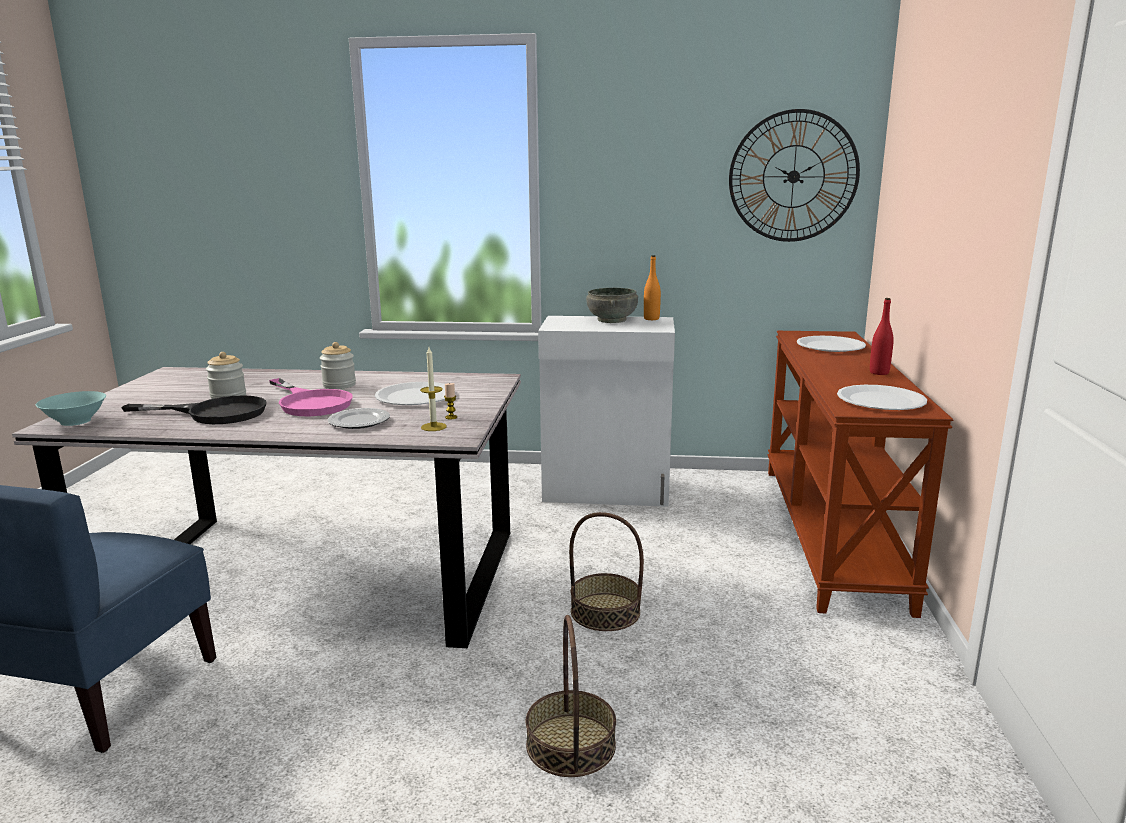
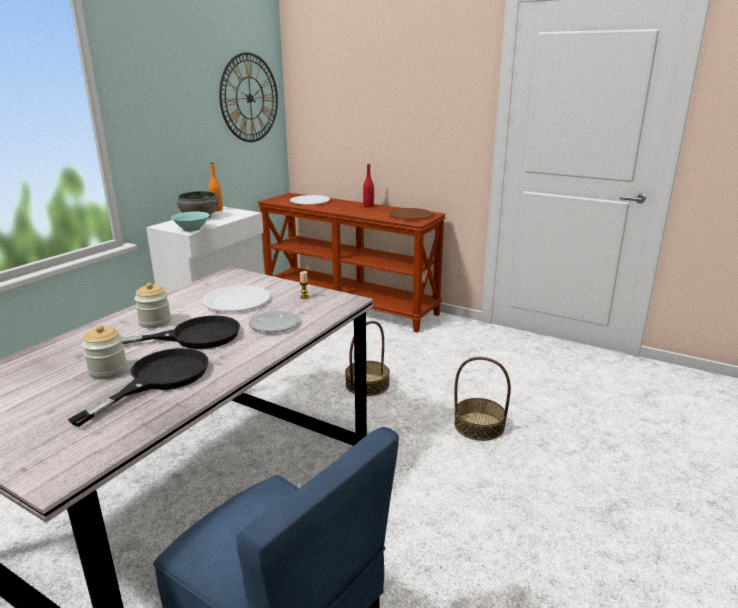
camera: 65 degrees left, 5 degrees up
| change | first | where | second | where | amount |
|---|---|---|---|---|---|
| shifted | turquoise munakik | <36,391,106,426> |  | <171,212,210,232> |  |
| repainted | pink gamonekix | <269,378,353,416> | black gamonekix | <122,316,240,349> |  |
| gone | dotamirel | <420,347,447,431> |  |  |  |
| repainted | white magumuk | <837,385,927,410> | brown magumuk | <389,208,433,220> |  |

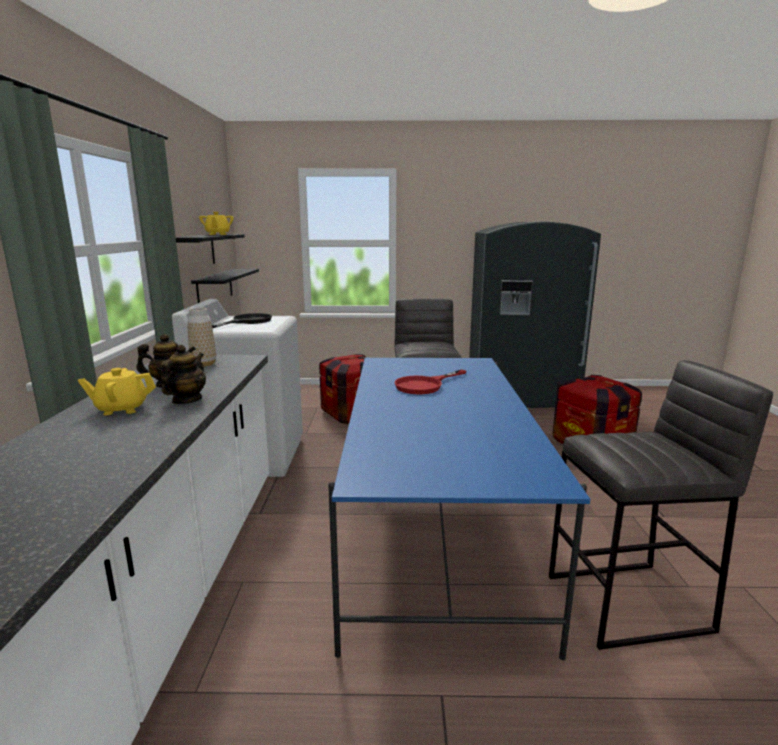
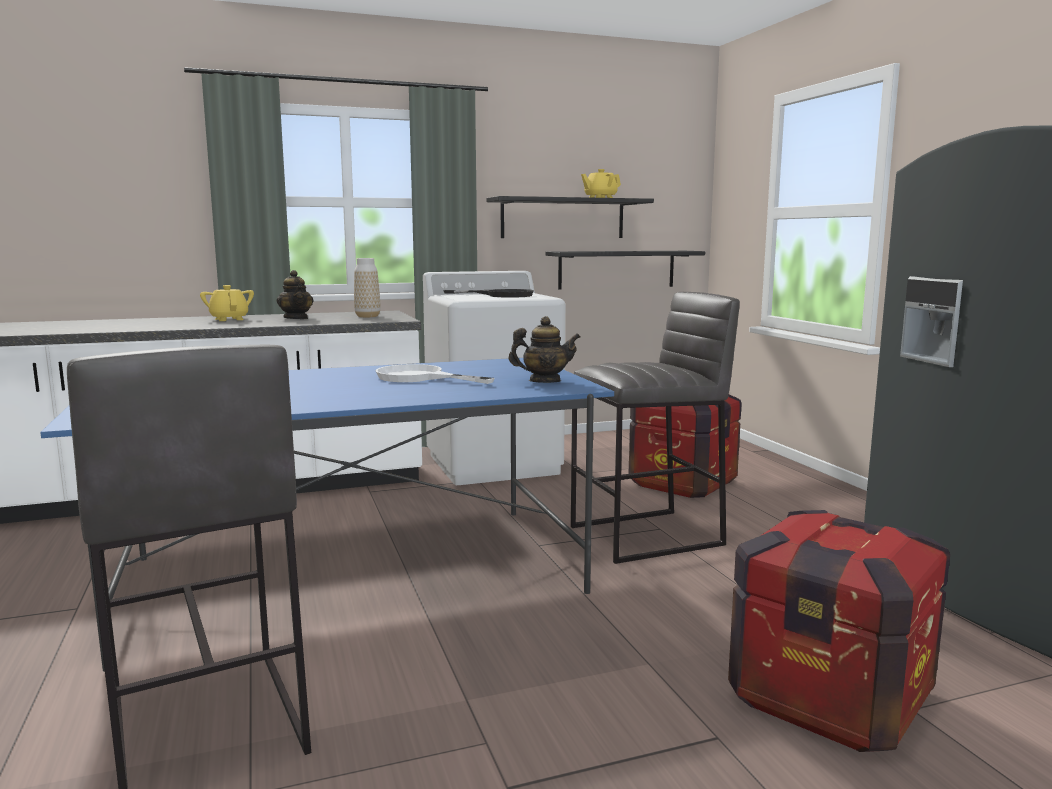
camera: 70 degrees right, 5 degrees down
| change | first | where | second | where | amount |
|---|---|---|---|---|---|
| shifted | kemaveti | <160,345,206,404> |  | <508,316,580,383> |  |
| repainted | red gamonekix | <395,370,467,394> | white gamonekix | <375,364,495,384> |  |

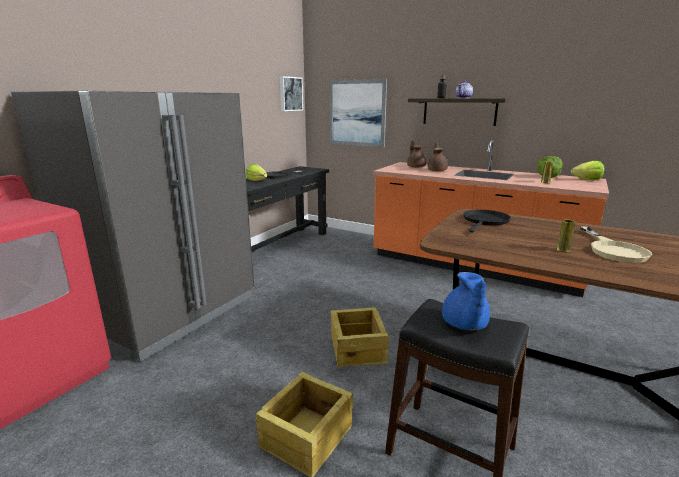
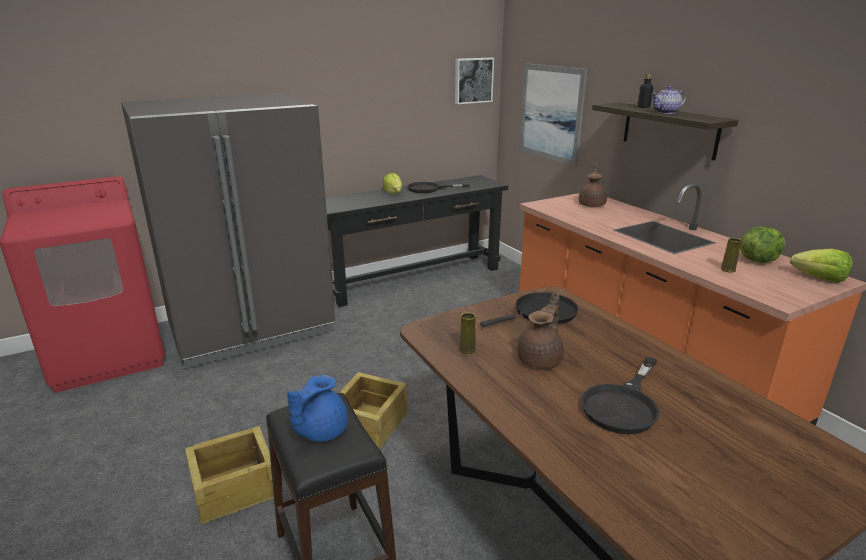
camera: 30 degrees right, 5 degrees up
| change | first | where | second | where | amount |
|---|---|---|---|---|---|
| shifted | brown kemaveti | <428,142,448,171> |  | <517,291,564,368> |  |
| shifted | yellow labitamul | <556,219,575,253> |  | <459,313,476,354> |  |
| repainted | beige gamonekix | <581,227,652,263> | black gamonekix | <581,356,659,435> |  |

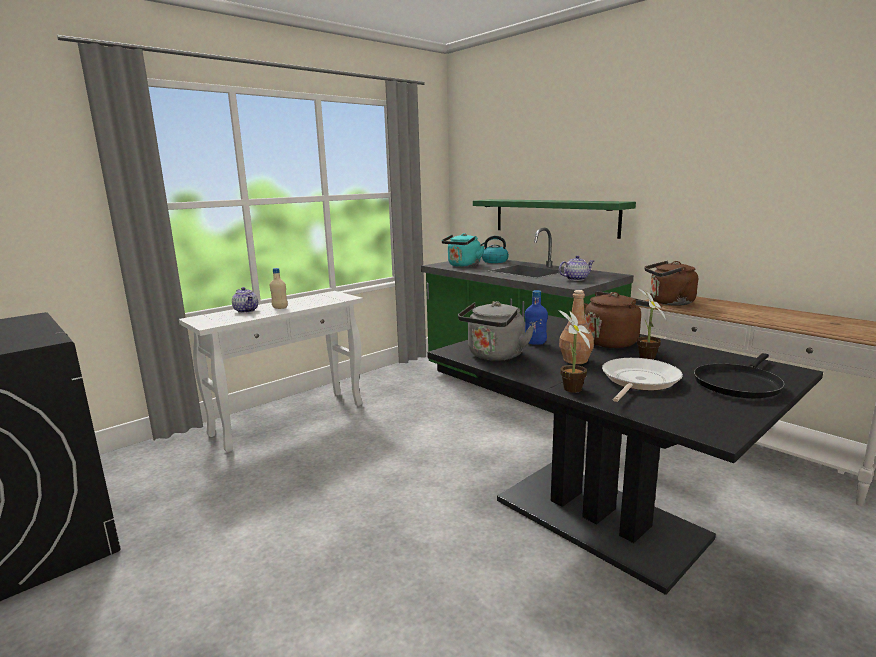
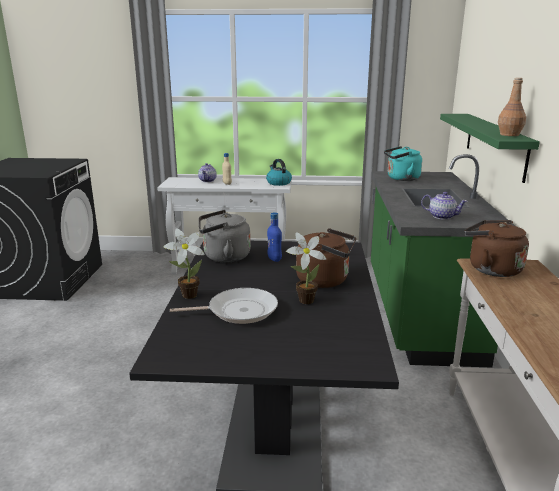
camera: 45 degrees right, 5 degrees up
| change | first | where | second | where | amount |
|---|---|---|---|---|---|
| shifted | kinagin | <480,236,509,263> |  | <266,159,292,186> |  |
| shifted | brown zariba | <559,290,594,364> |  | <498,78,526,136> |  |
| gone | black gamonekix | <694,353,785,398> |  |  |  |

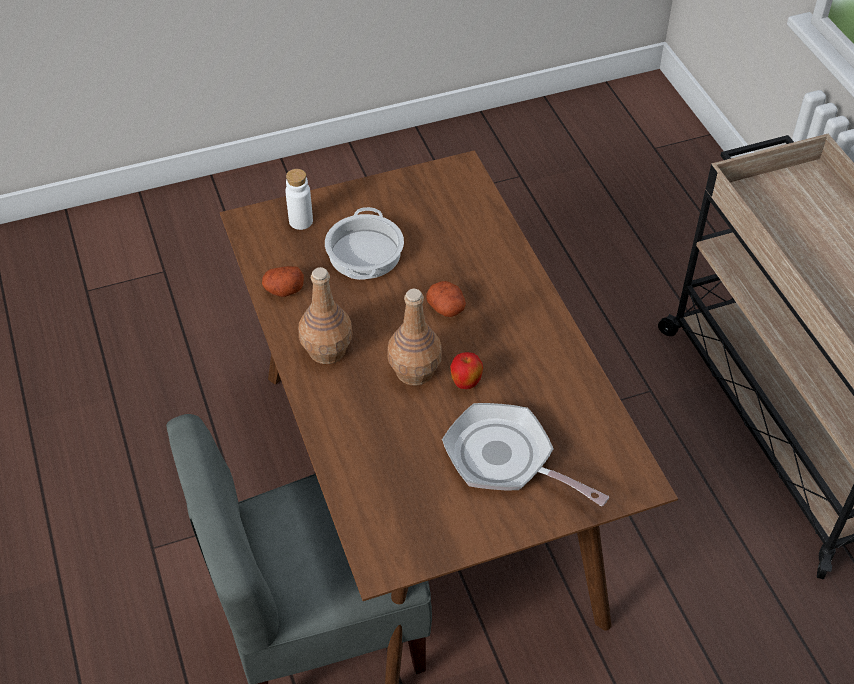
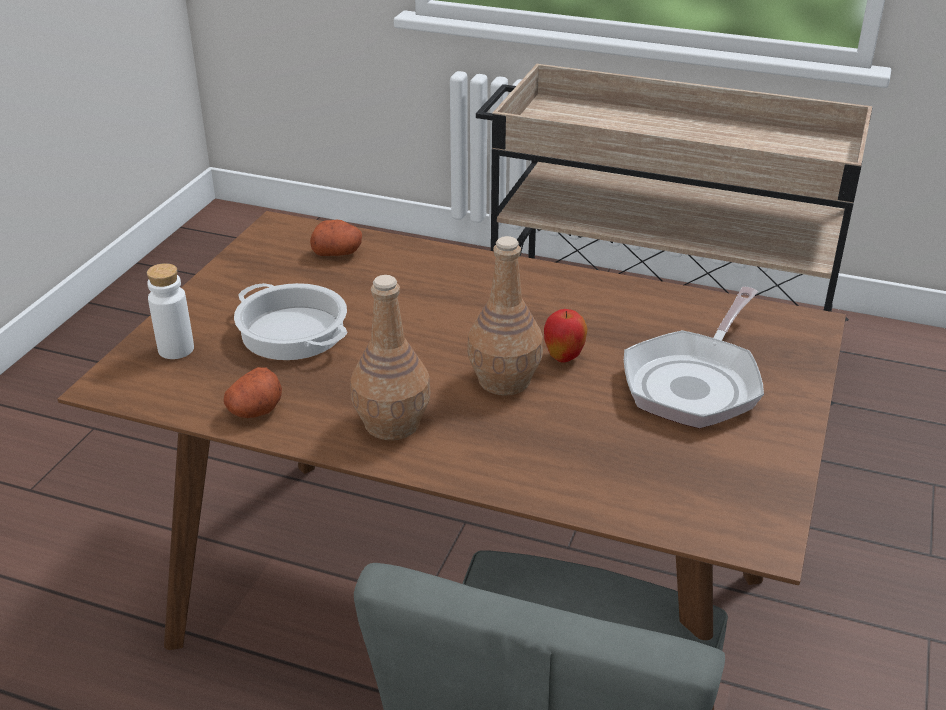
camera: 50 degrees left, 15 degrees down
| change | first | where | second | where | amount |
|---|---|---|---|---|---|
| shifted | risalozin | <426,281,466,317> |  | <310,220,362,256> |  |
| rotated | gamonekix | <442,403,609,507> |  | <624,287,764,428> | 45 degrees counterclockwise |

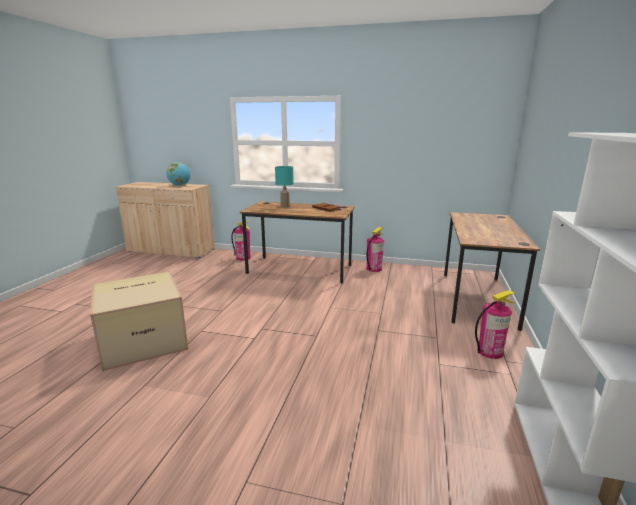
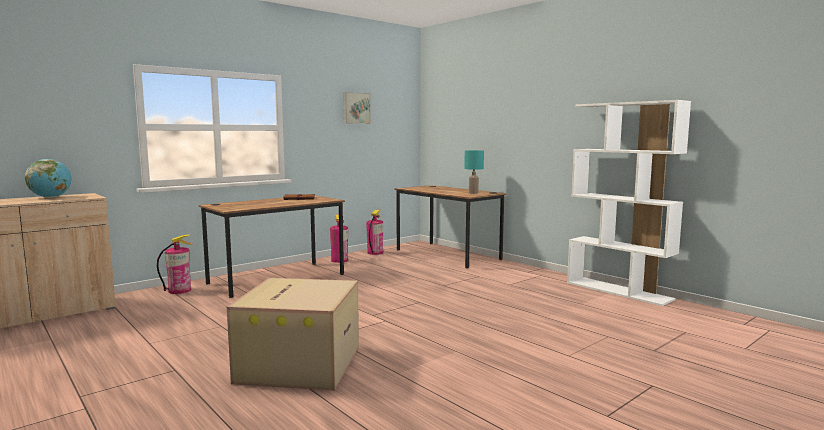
camera: 55 degrees left, 10 degrees down
| change | first | where | second | where | amount |
|---|---|---|---|---|---|
| shifted | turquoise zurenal | <275,166,294,208> |  | <464,150,484,194> |  |
| shifted | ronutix | <475,290,515,359> |  | <366,210,384,255> |  |
| new |  |  | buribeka | <343,92,371,124> |  |

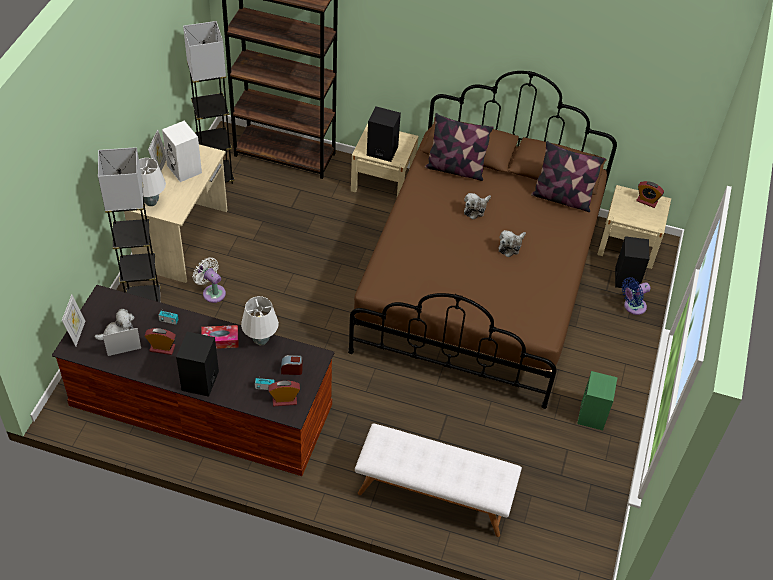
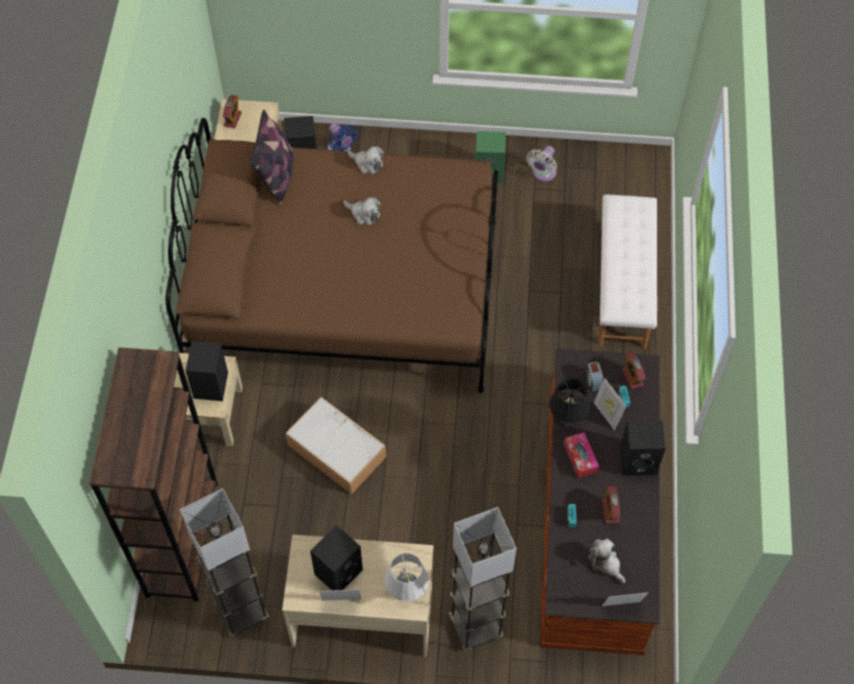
camera: 100 degrees left, 10 degrees up
| change | first | where | second | where | amount |
|---|---|---|---|---|---|
| shifted | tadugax | <103,328,141,356> |  | <594,378,626,430> |  |
| repainted | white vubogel | <162,121,202,182> | black vubogel | <310,525,363,590> |  |
| shifted | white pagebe | <193,257,226,303> |  | <527,146,557,182> |  |
| repainted | white zurenal | <241,296,279,346> | black zurenal | <549,378,590,425> |  |
| gone | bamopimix | <425,113,494,181> |  |  |  |
| shifted | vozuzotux | <464,193,491,219> |  | <347,146,384,174> |  |
| new |  |  | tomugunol | <285,397,386,495> |  |

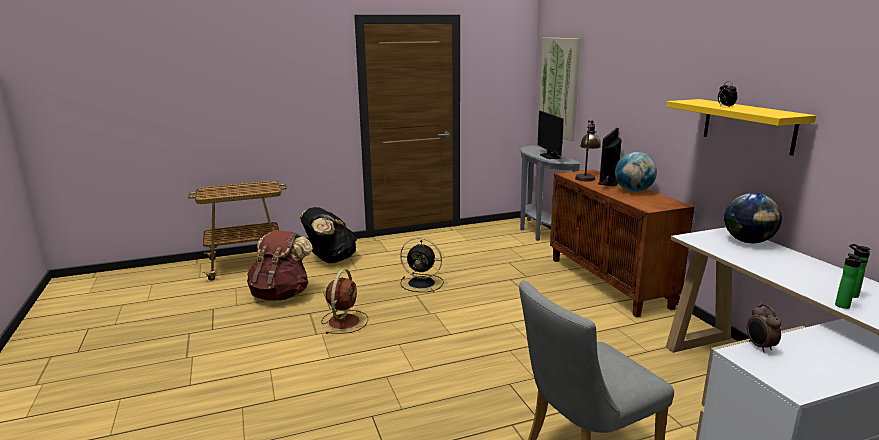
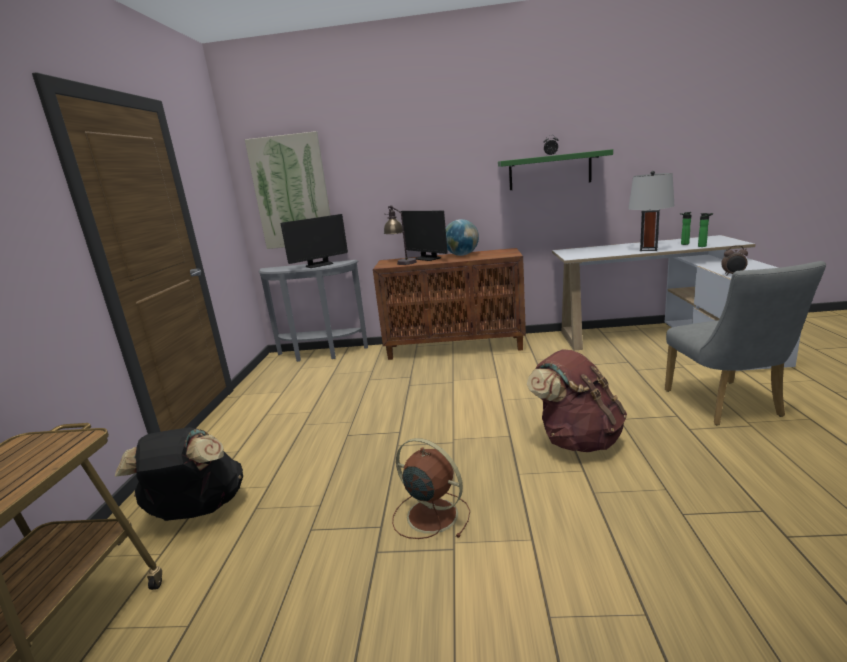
camera: 65 degrees left, 0 degrees up
| change | first | where | second | where | amount |
|---|---|---|---|---|---|
| shifted | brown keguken | <247,230,313,301> |  | <527,349,627,452> |  |
| gone | black pagebe | <400,238,444,292> |  |  |  |
| rotated | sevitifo | <538,111,564,159> |  | <281,214,348,268> | 45 degrees counterclockwise |
| repainted | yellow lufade | <667,99,816,156> | green lufade | <498,149,613,190> |  |
| gone | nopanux | <724,193,782,243> |  |  |  |
| new |  |  | grey zurenal | <628,171,674,251> |  |

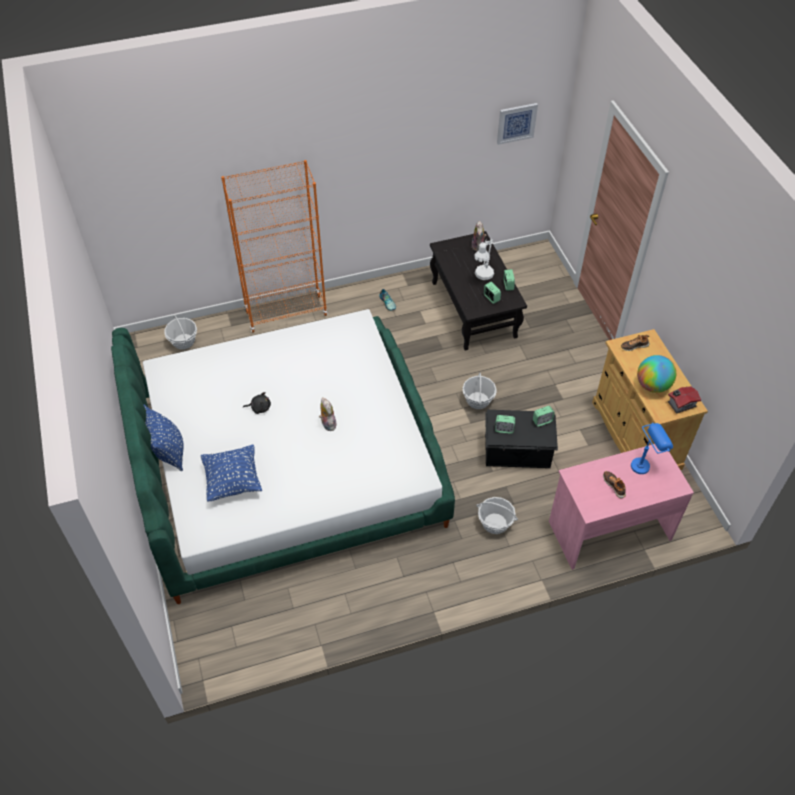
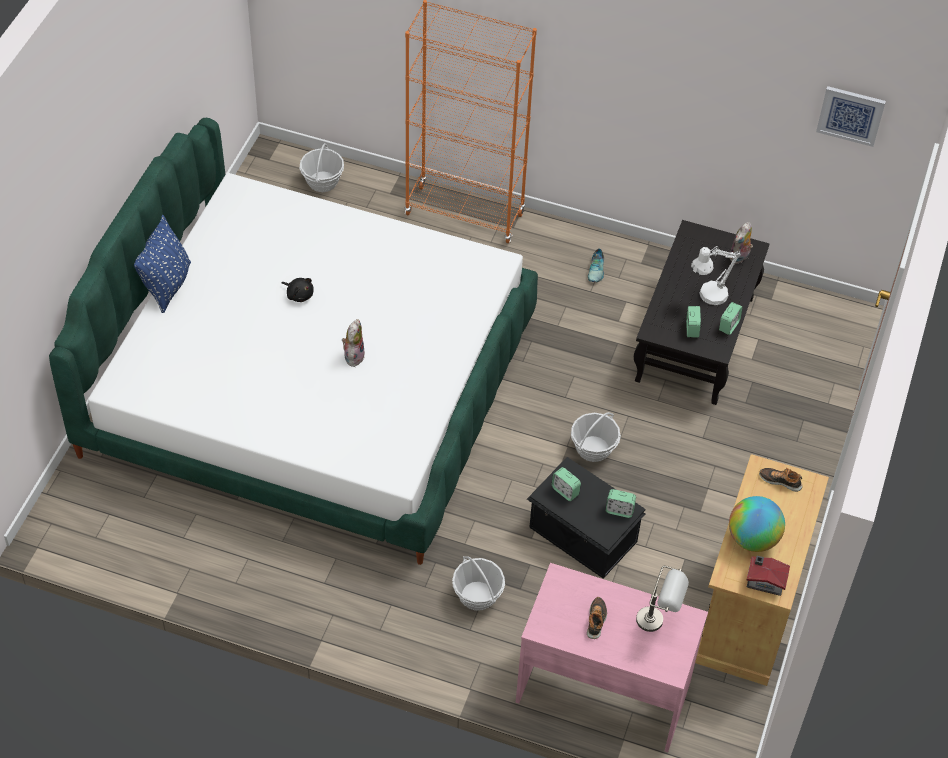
camera: 35 degrees right, 0 degrees up
| change | first | where | second | where | amount |
|---|---|---|---|---|---|
| gone | blue bamopimix | <201,445,262,501> |  |  |  |
| repainted | blue zurenal | <631,423,673,474> | grey zurenal | <636,566,689,632> |  |

